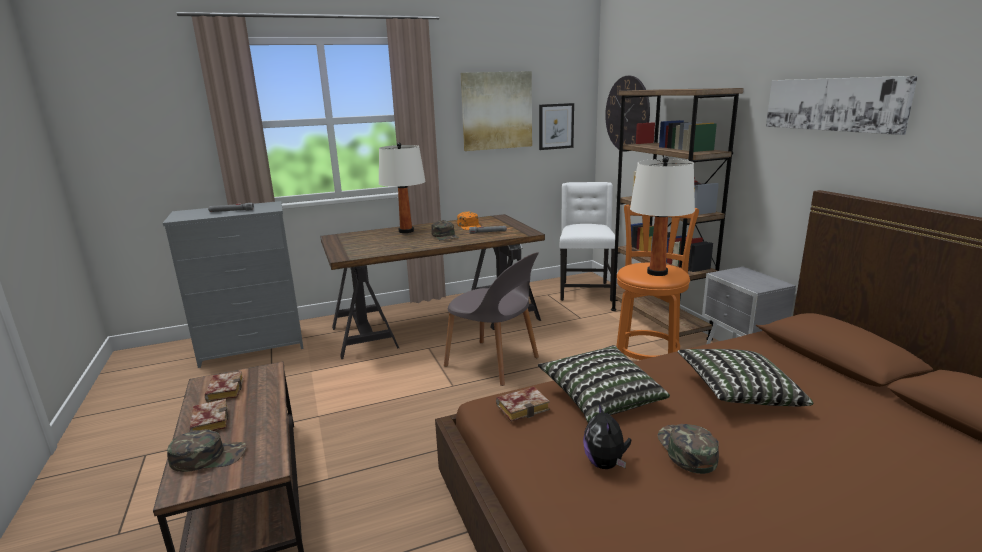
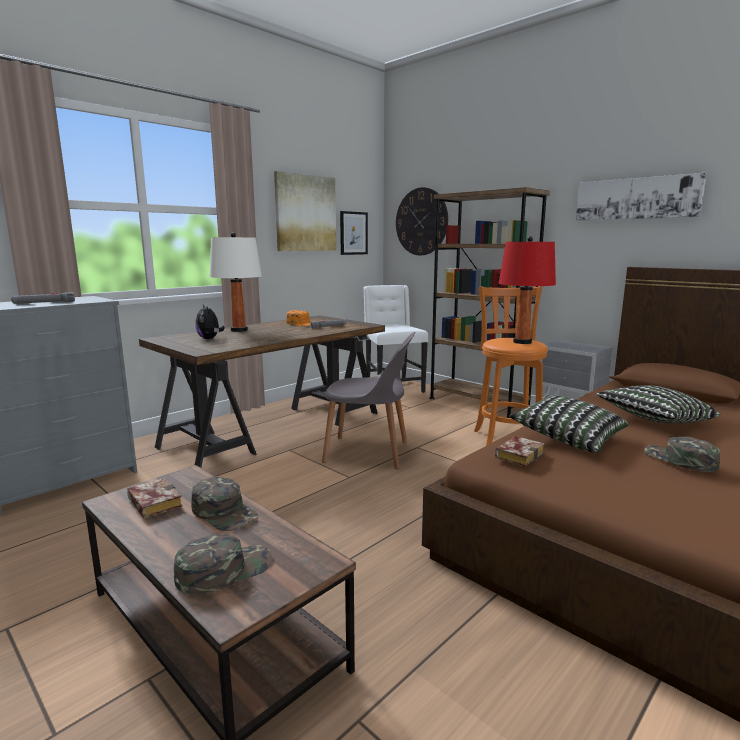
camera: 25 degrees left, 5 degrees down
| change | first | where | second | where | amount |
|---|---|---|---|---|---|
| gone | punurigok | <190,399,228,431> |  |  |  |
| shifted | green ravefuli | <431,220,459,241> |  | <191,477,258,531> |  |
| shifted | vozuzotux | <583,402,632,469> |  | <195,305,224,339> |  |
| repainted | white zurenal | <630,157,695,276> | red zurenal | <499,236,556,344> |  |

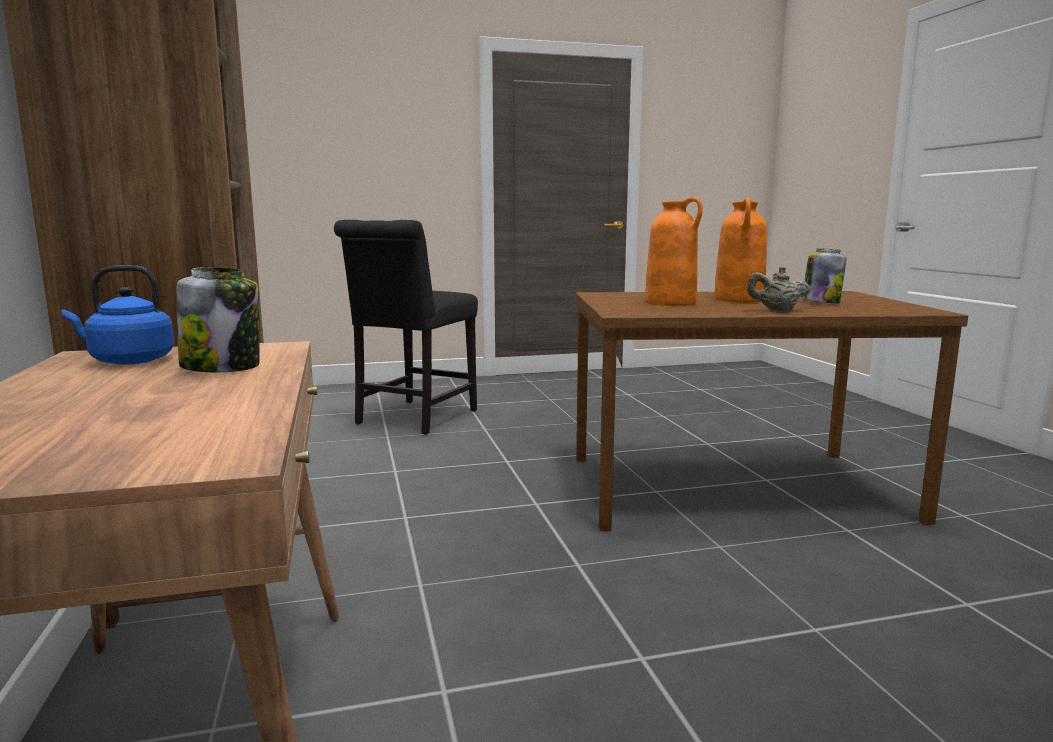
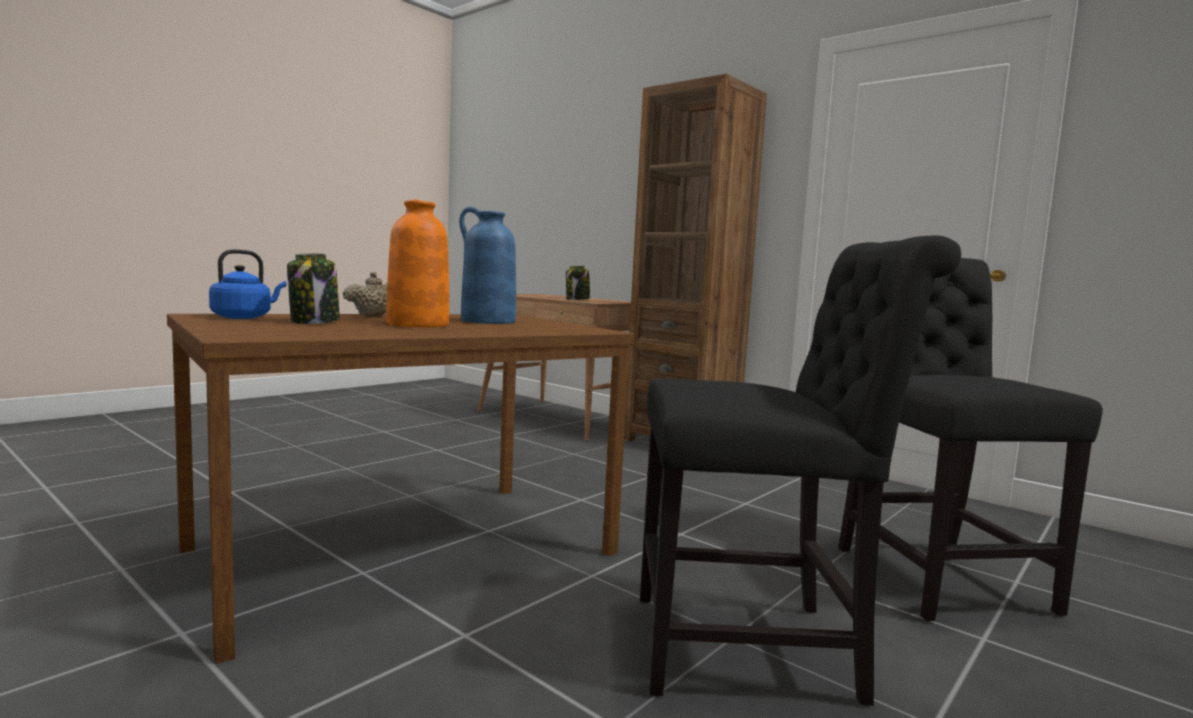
camera: 145 degrees right, 5 degrees down
| change | first | where | second | where | amount |
|---|---|---|---|---|---|
| shifted | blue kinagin | <62,265,174,365> |  | <209,249,287,319> |  |
| repainted | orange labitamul | <645,196,703,306> | blue labitamul | <459,207,516,324> |  |
| new |  |  | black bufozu | <640,235,961,706> |  |

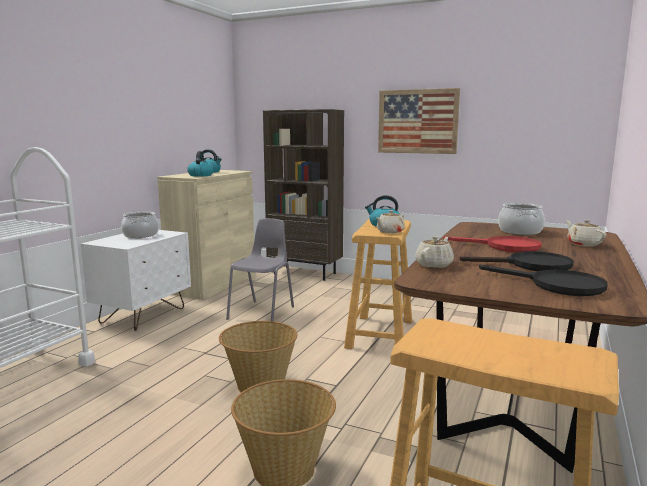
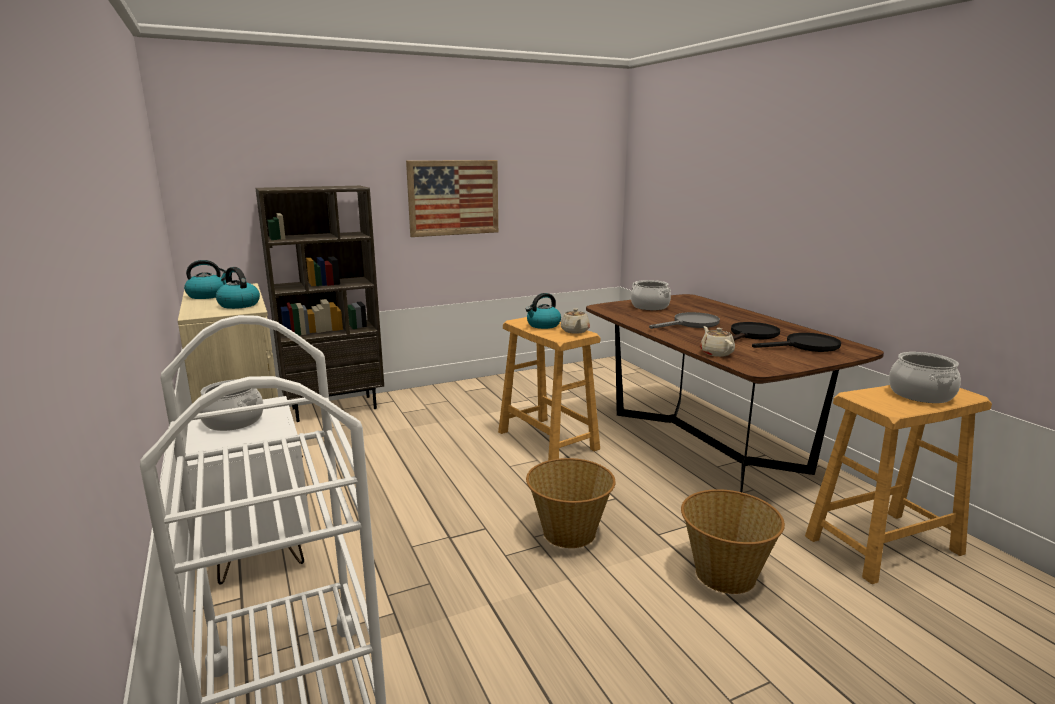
camera: 50 degrees left, 5 degrees up
| change | first | where | second | where | amount |
|---|---|---|---|---|---|
| gone | grey bufozu | <226,218,294,321> |  |  |  |
| repainted | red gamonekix | <444,236,542,253> | grey gamonekix | <649,312,720,329> |  |
| gone | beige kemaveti | <566,220,606,247> |  |  |  |
| new |  |  | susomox | <889,352,961,403> |  |

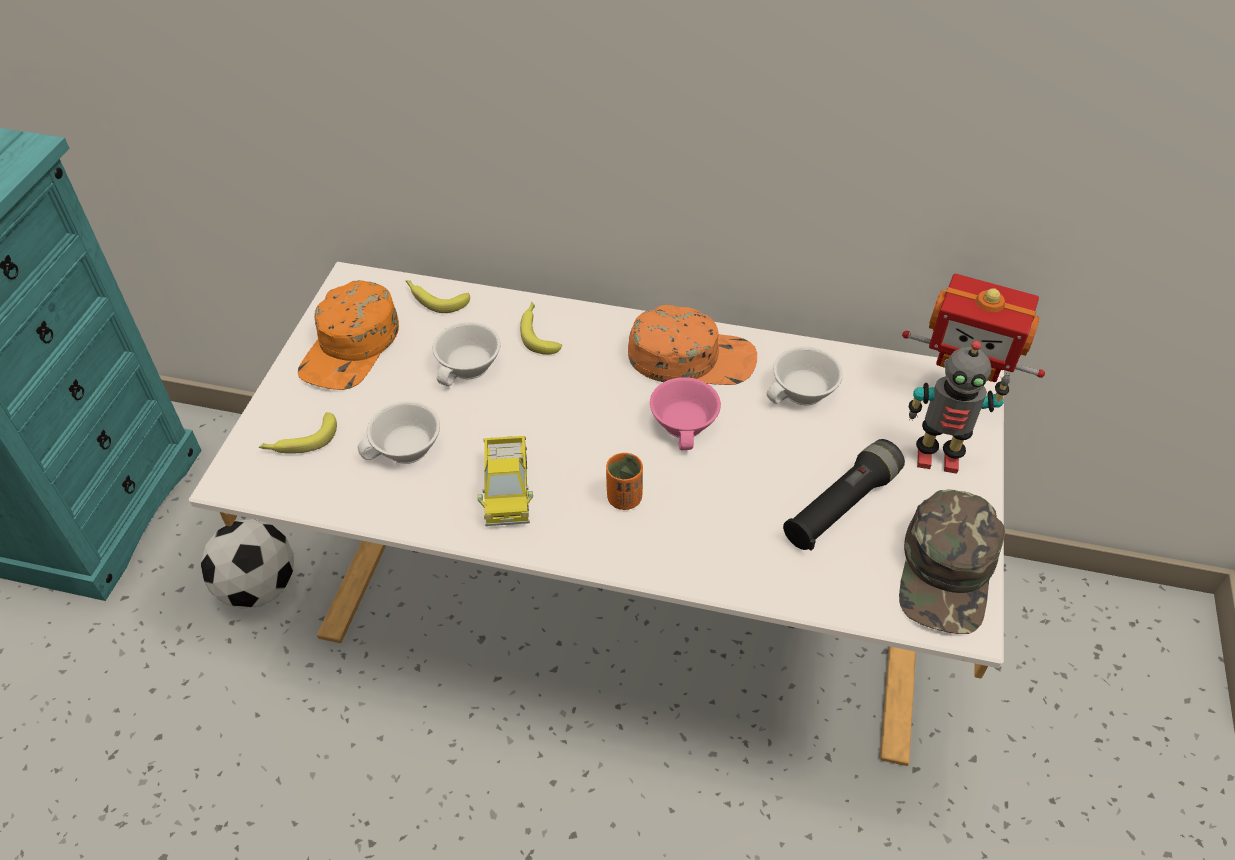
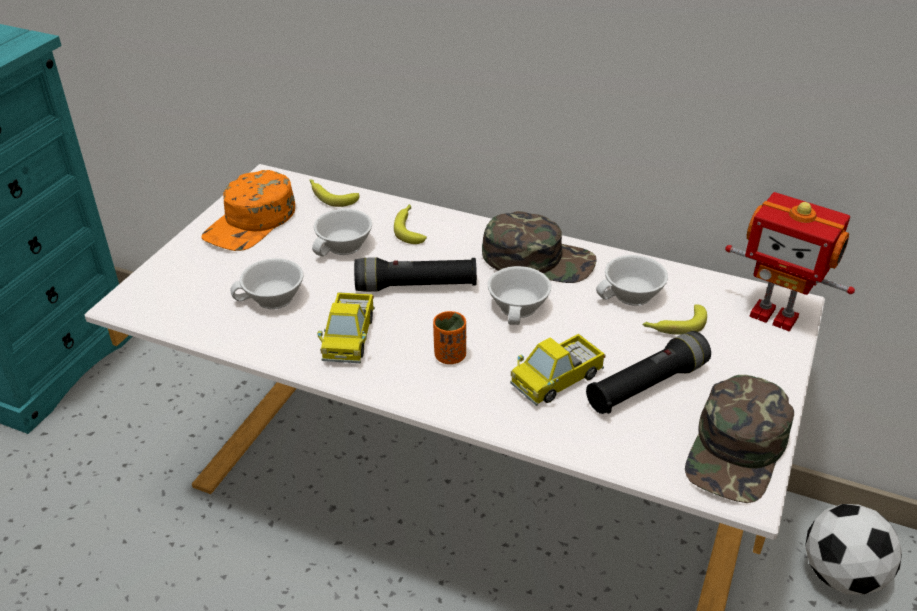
camera: 10 degrees right, 10 degrees down
| change | first | where | second | where | amount |
|---|---|---|---|---|---|
| shifted | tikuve | <201,519,294,609> |  | <805,504,902,595> |  |
| shifted | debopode | <259,412,337,454> |  | <642,304,707,335> |  |
| repainted | orange ravefuli | <628,305,757,385> | green ravefuli | <482,211,597,283> |  |
| repainted | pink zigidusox | <650,377,721,450> | white zigidusox | <488,266,551,325> |  |
| gone | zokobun | <909,341,1010,474> |  |  |  |
| new |  |  | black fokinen | <354,257,477,292> |  |
| new |  |  | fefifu | <510,334,606,406> |  |

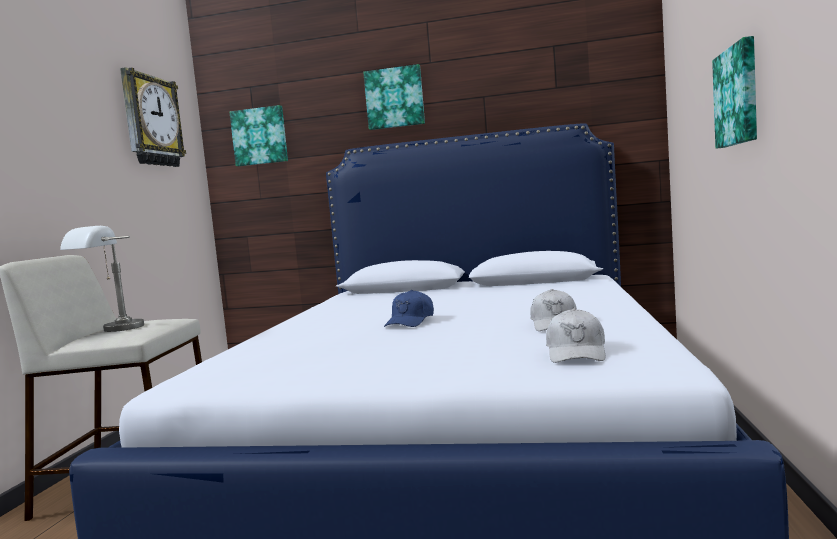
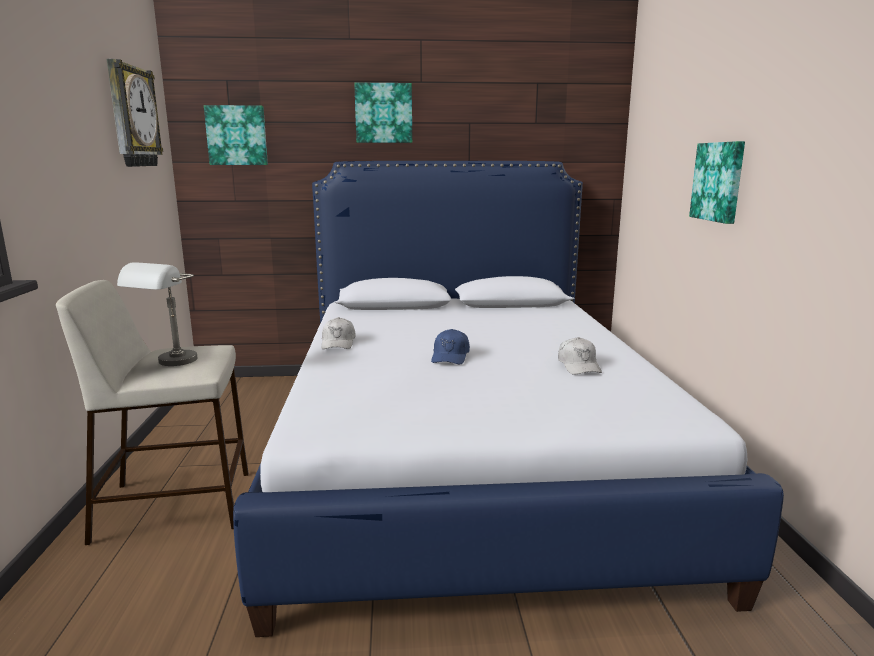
camera: 15 degrees left, 10 degrees up
| change | first | where | second | where | amount |
|---|---|---|---|---|---|
| shifted | white ravefuli | <546,308,605,363> |  | <321,317,355,349> |  |

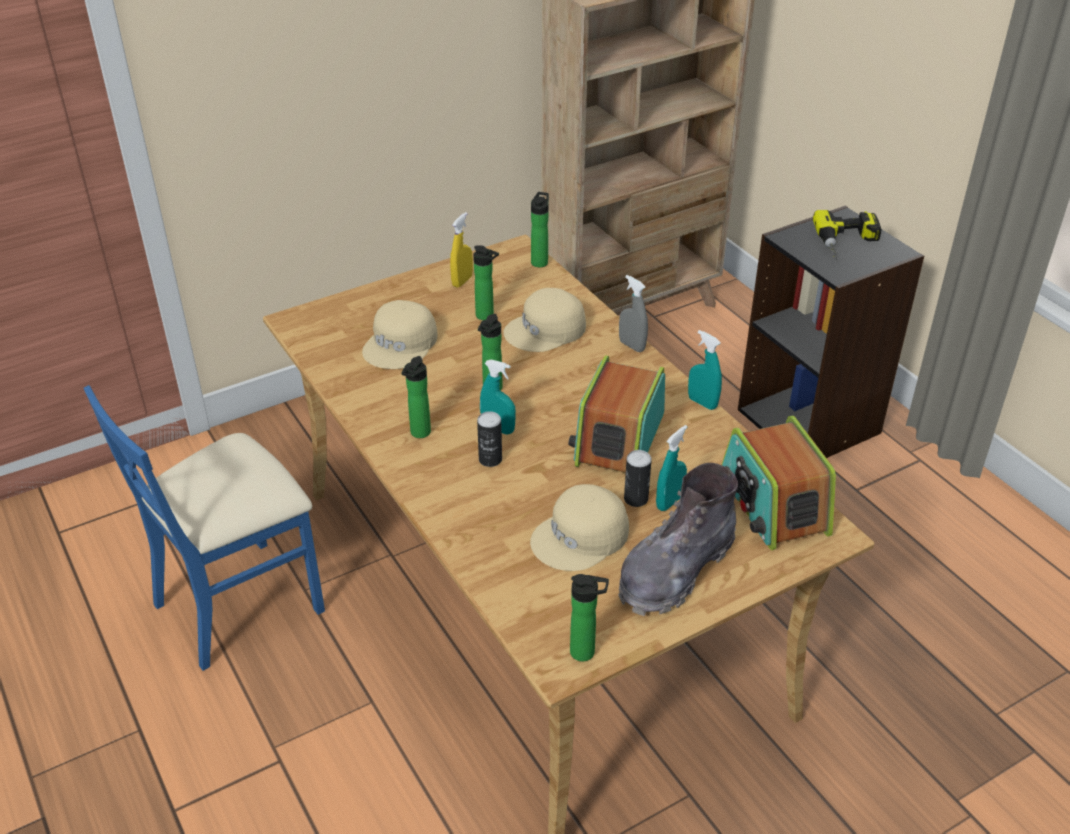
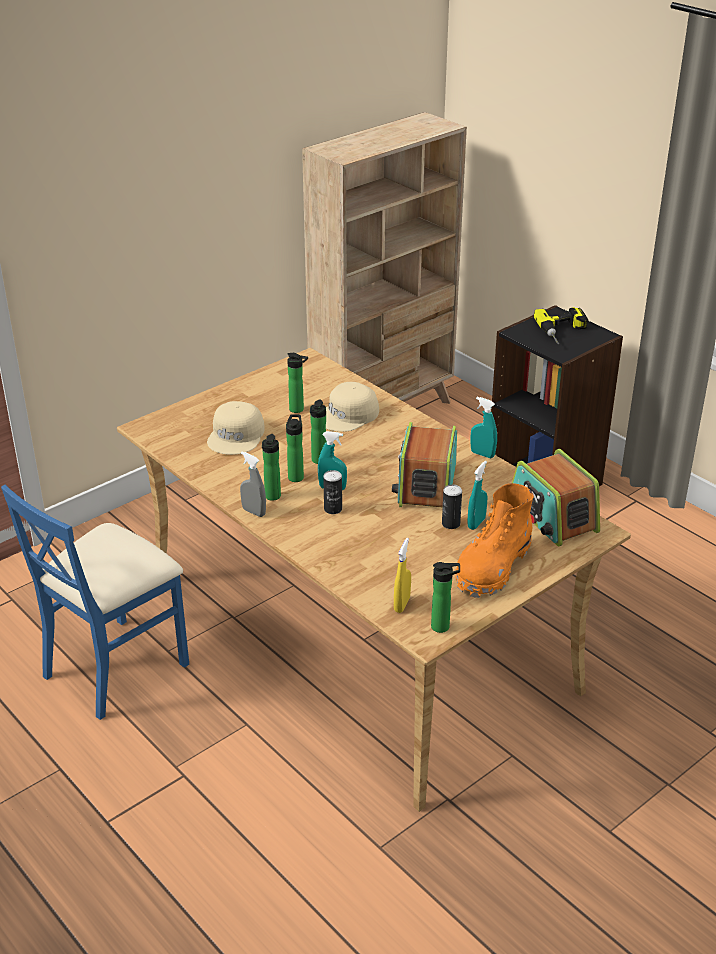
camera: 10 degrees left, 5 degrees down
| change | first | where | second | where | amount |
|---|---|---|---|---|---|
| shifted | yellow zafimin | <450,212,473,288> |  | <394,538,411,613> |  |
| gone | beige ravefuli | <530,484,629,571> |  |  |  |
| shifted | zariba | <531,192,549,267> |  | <286,414,304,482> |  |
| repainted | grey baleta | <618,463,738,616> | orange baleta | <455,483,534,598> |  |
| shifted | grey zafimin | <619,275,648,352> |  | <240,451,266,517> |  |

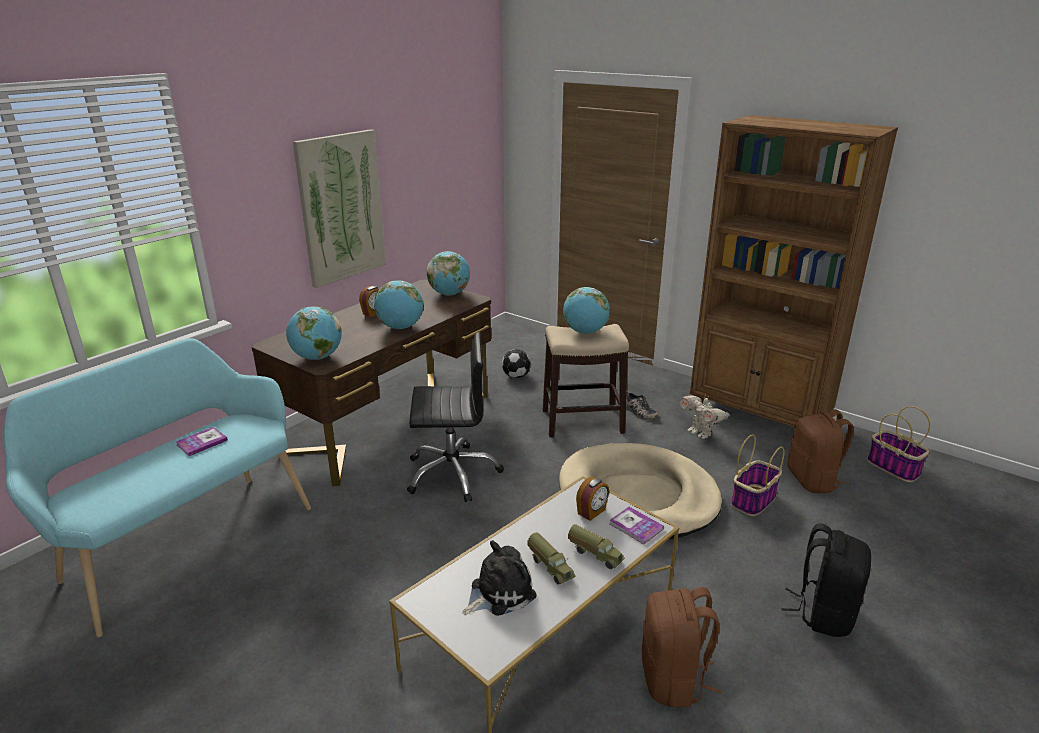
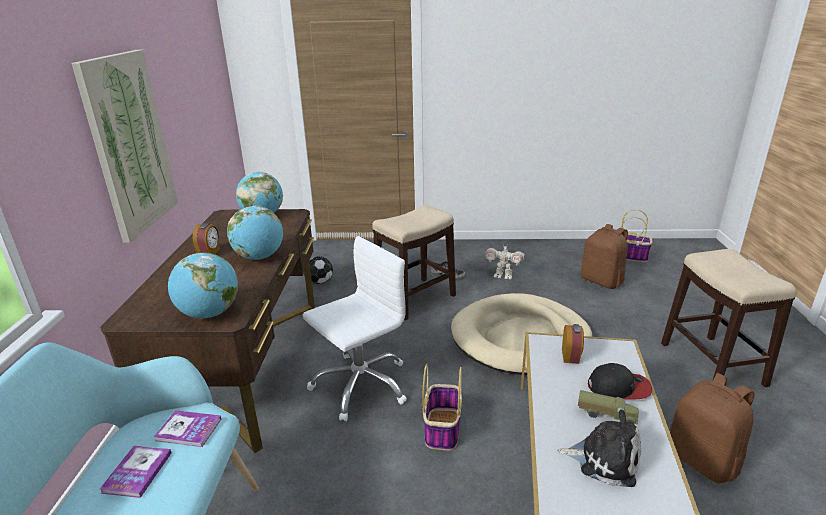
camera: 35 degrees left, 0 degrees up
| change | first | where | second | where | amount |
|---|---|---|---|---|---|
| repainted | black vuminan | <407,332,504,502> | white vuminan | <303,236,407,421> |  |
| rotated | vozuzotux | <463,540,537,616> |  | <557,409,641,487> | 90 degrees clockwise |
| gone | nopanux | <563,287,610,334> |  |  |  |
| swapped | fefifu | <568,524,625,569> | ravefuli | <588,363,652,399> |  |
| shifted | punurigok | <609,507,664,544> |  | <154,410,221,447> |  |
| gone | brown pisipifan | <690,115,898,427> |  |  |  |
| shifted | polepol | <731,435,785,516> |  | <423,364,462,451> |  |
| swapped | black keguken | <782,523,871,637> | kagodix | <661,249,797,387> |  |

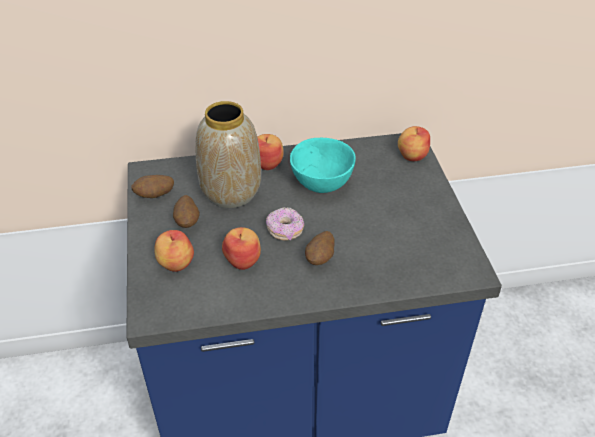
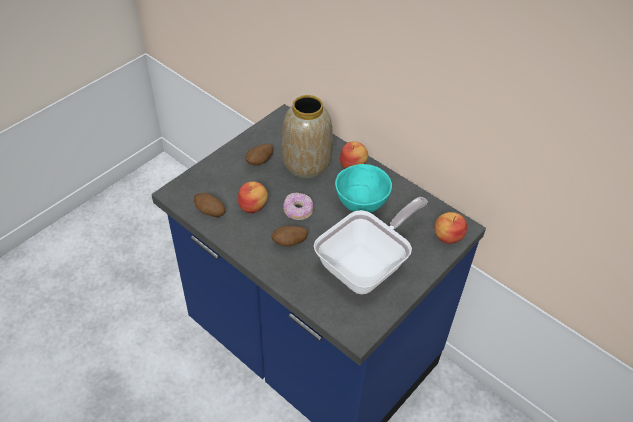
camera: 50 degrees right, 5 degrees up
| change | first | where | second | where | amount |
|---|---|---|---|---|---|
| shifted | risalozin | <131,175,174,198> |  | <194,193,225,217> |  |
| gone | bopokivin | <154,230,194,272> |  |  |  |
| new |  |  | gamonekix | <314,197,428,294> |  |

